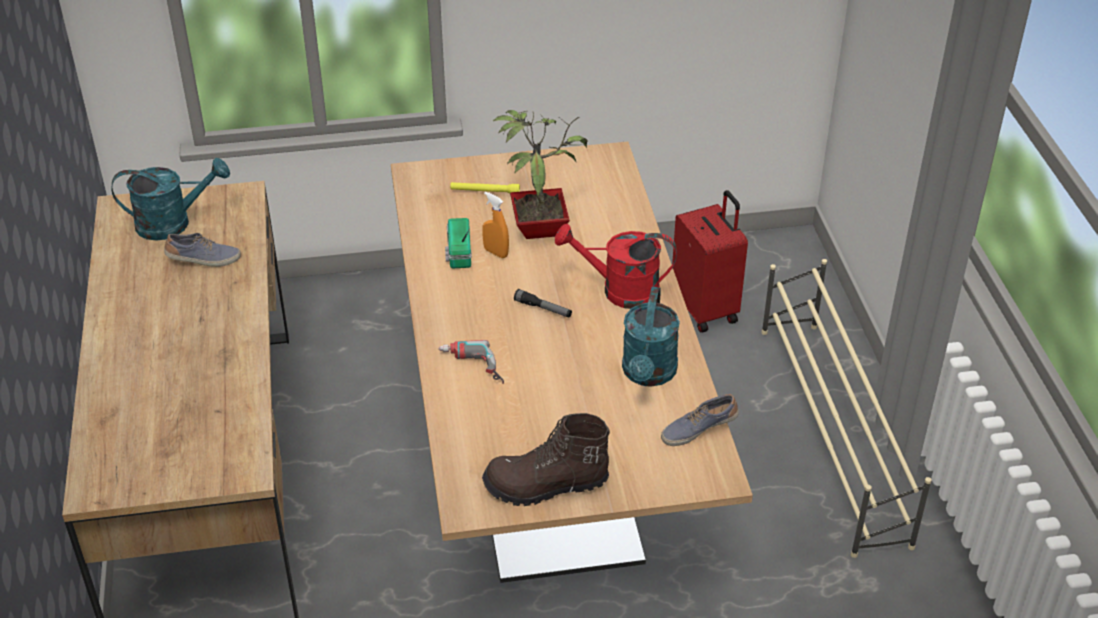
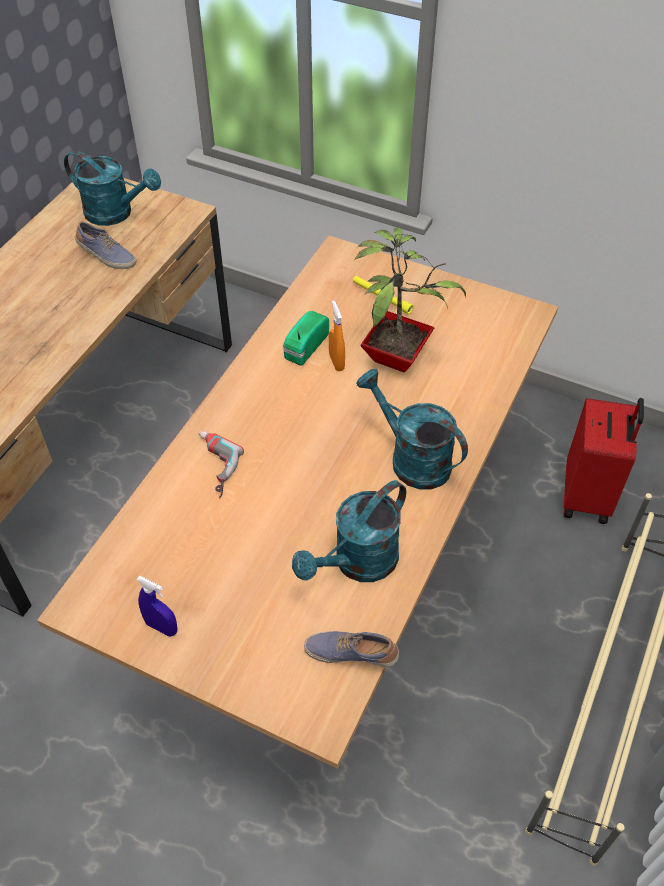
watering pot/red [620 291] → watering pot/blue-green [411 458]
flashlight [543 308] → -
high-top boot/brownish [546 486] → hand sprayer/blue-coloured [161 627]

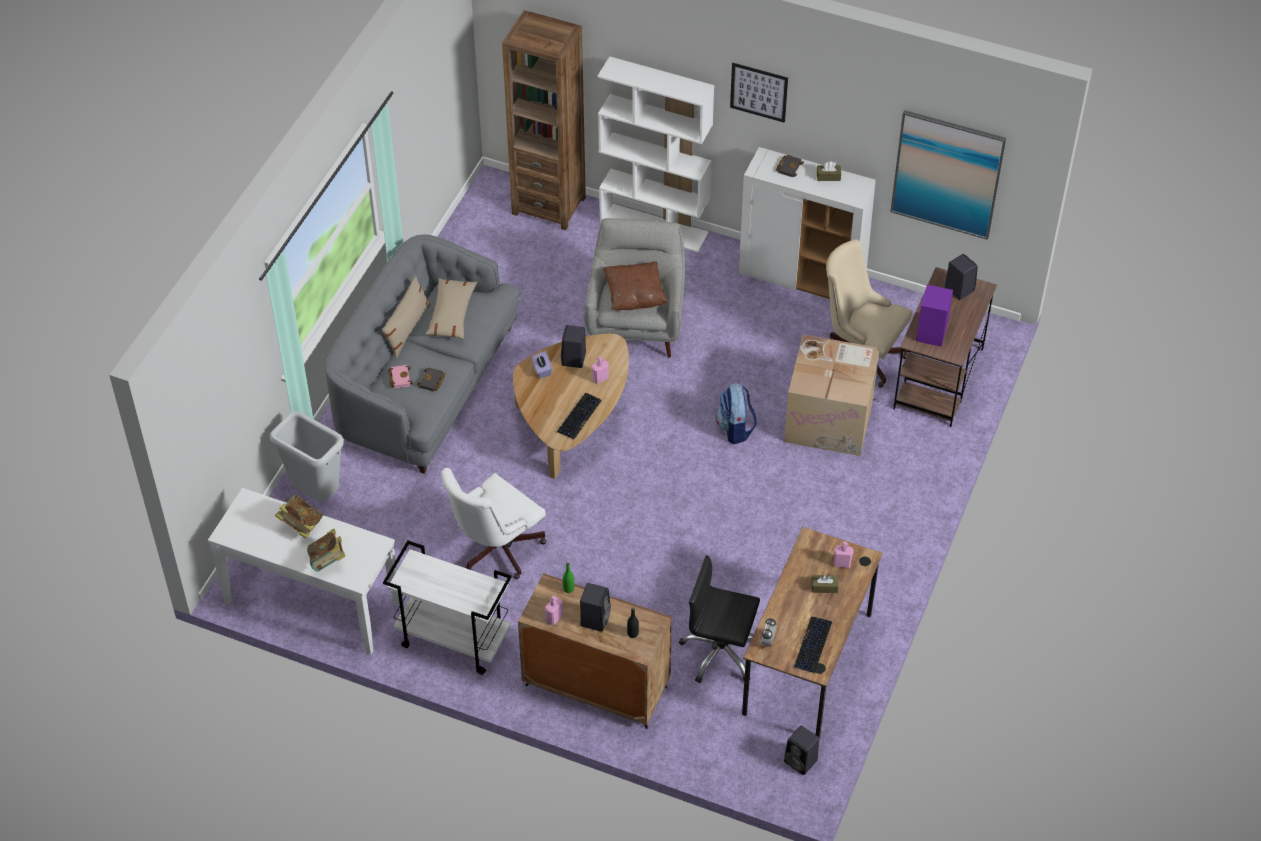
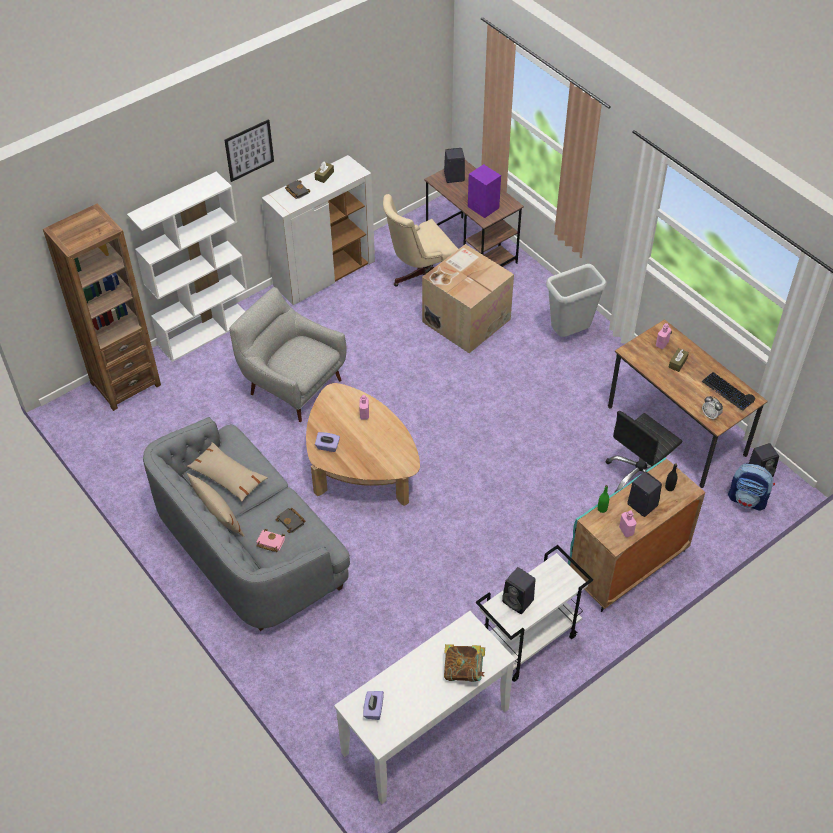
wall picture [947 174] → -
pillow/brownish [635 296] → -
audio speaker/black [574 359] → audio speaker/black [519 601], shifted
backpack [735 429] → backpack [747 500], shifted
computer keyboard [579 416] → -
rubbish bin/gray [315 494] → rubbish bin/gray [569 334], shifted
office chair/whitish [495 549] → -
bound book [301 525] → -
storage cabinet/brownish [595 686] → storage cabinet/blue-green [627 566]
- → box of tissues/purplish [373 709]

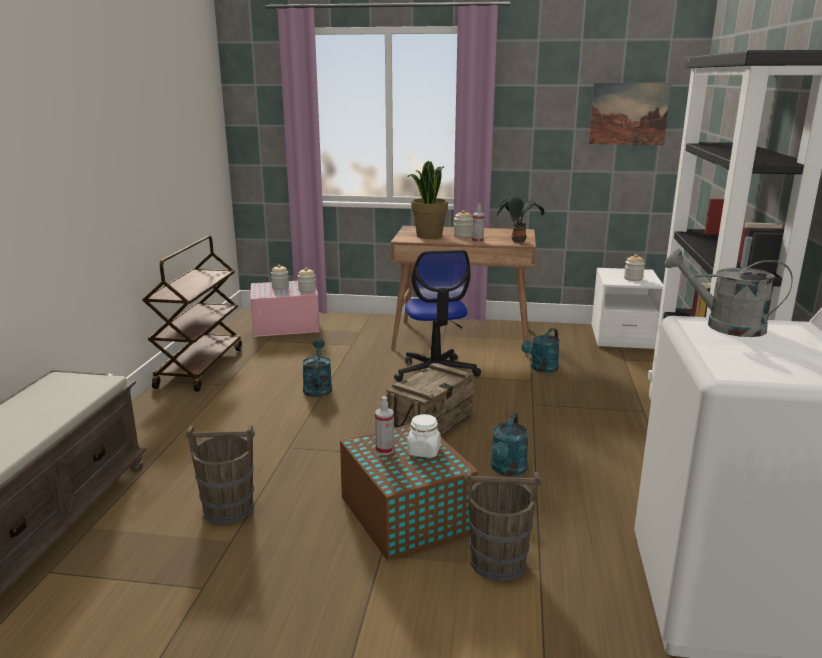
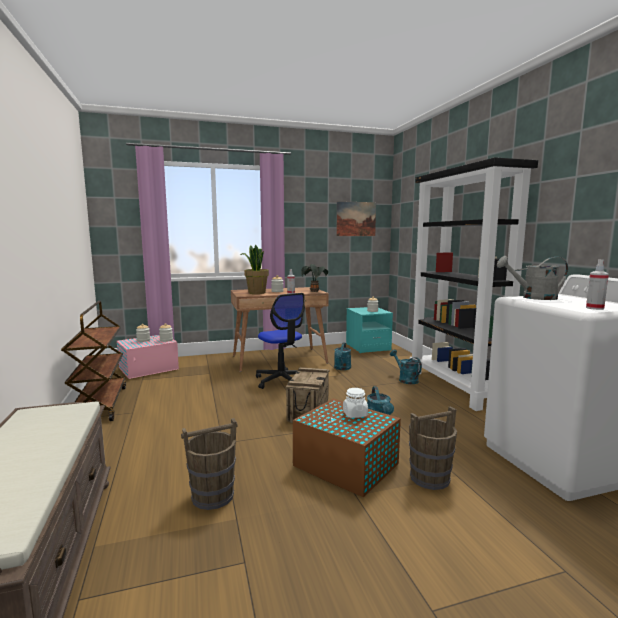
bedside table/whitish [622 337] → bedside table/blue-green [368 347]
watering pot/blue-green [317 387] → watering pot/blue-green [405 379], shifted
hand sprayer [385 450] → hand sprayer [594 308], shifted

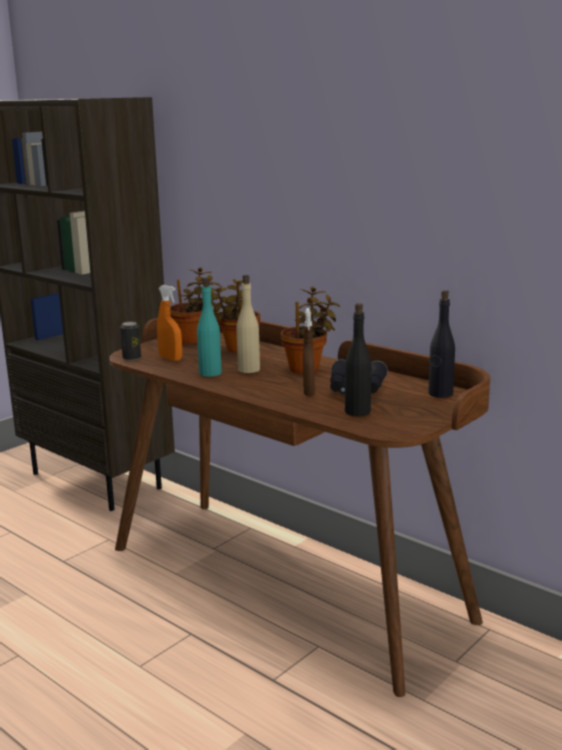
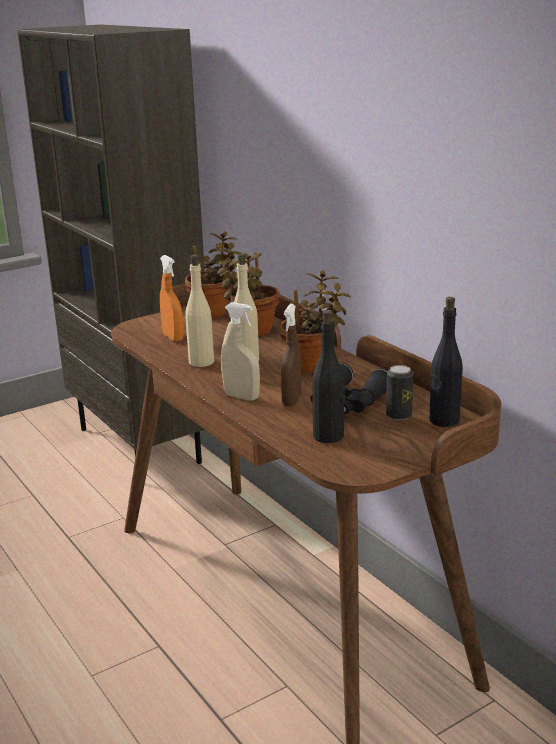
drink bottle/blue-green [210 373] → drink bottle/beige [201 362]
metal can [132 358] → metal can [398 415], shifted
- → hand sprayer/beige [241 397]

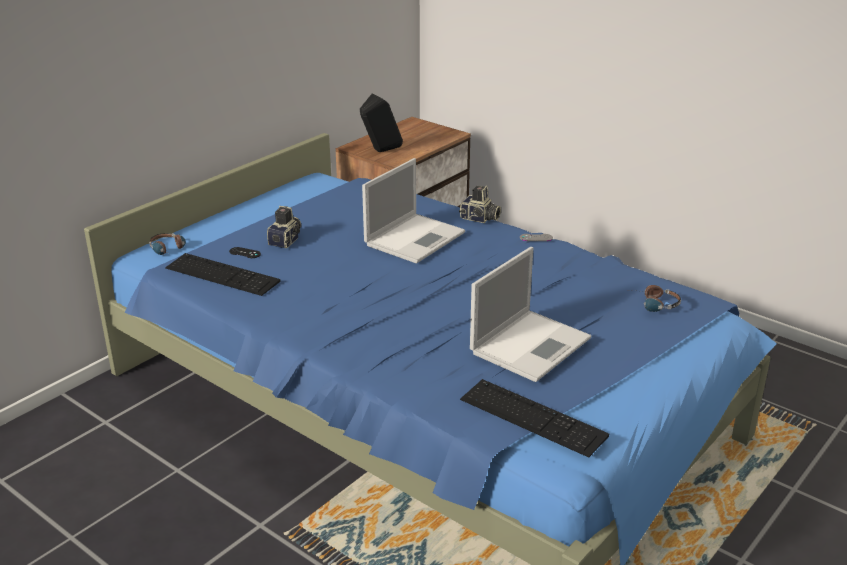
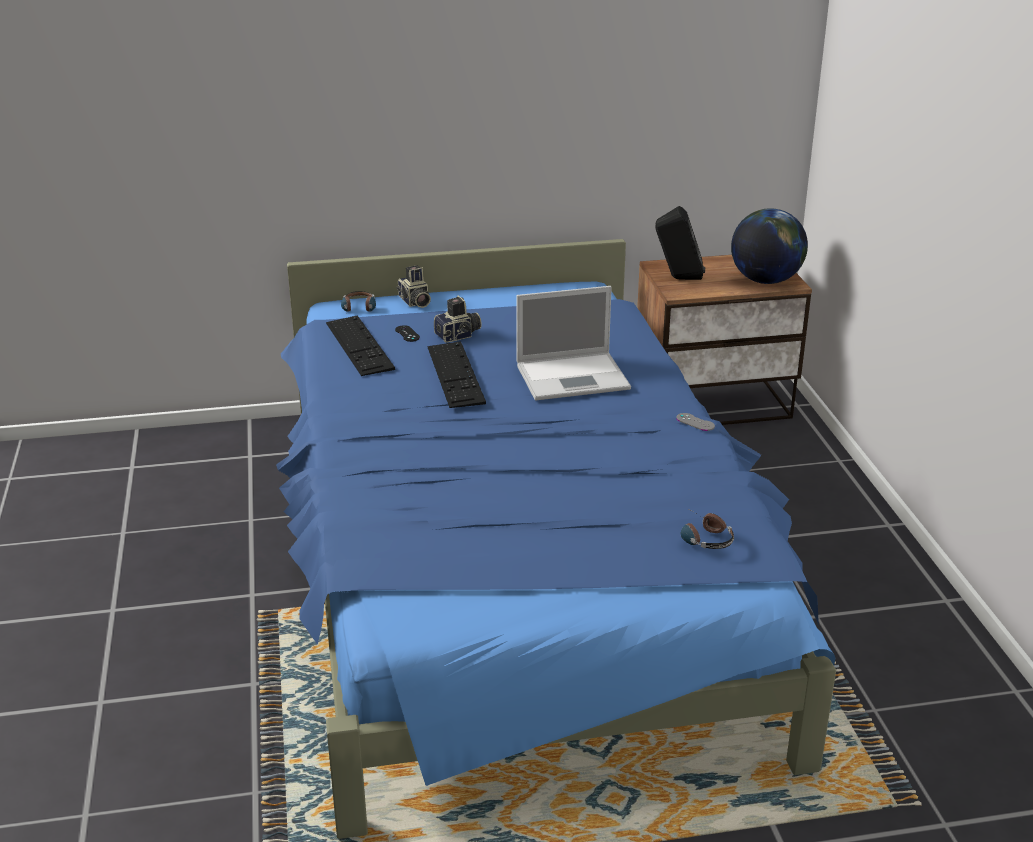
still camera [479 219] → still camera [414 302], shifted
laptop [531 344] → -
computer keyboard [532 417] → computer keyboard [455 374], shifted
- → world globe [765 280]

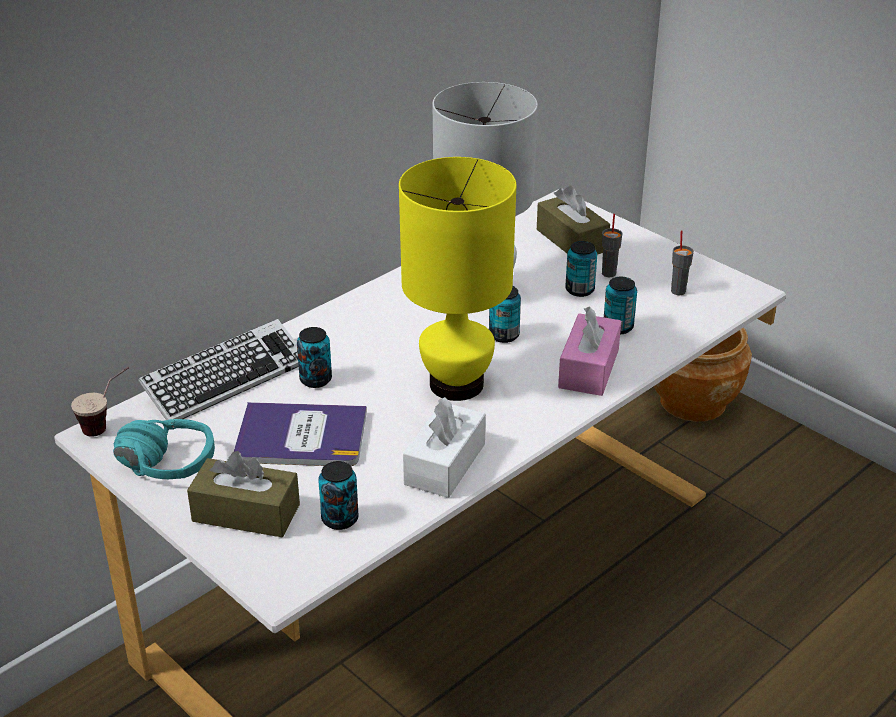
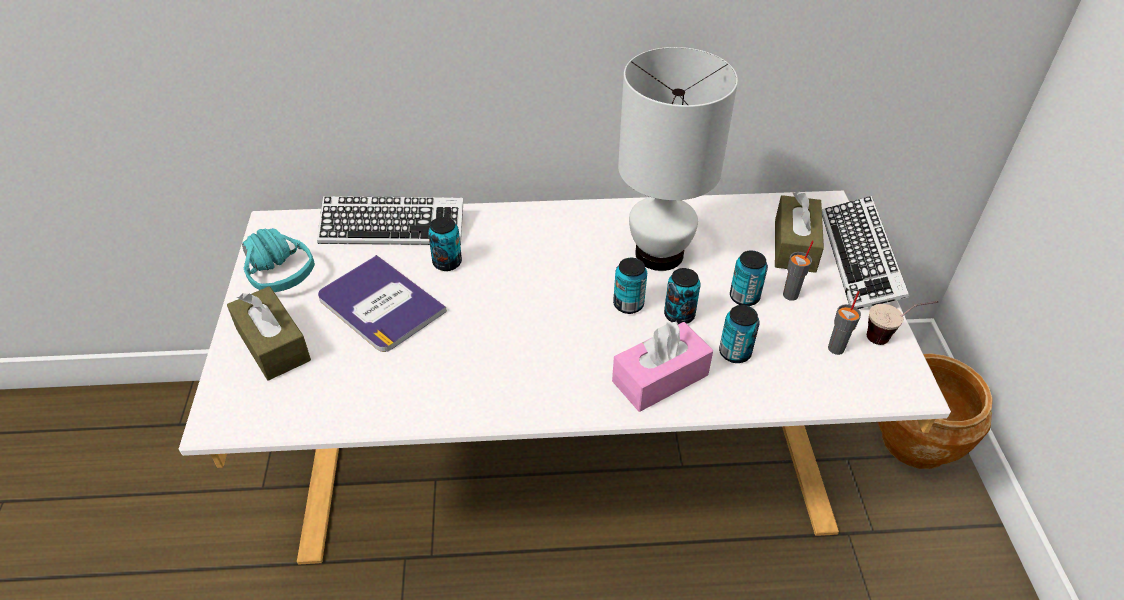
tabletop lamp/yellowish [457 384] → -
small cup [107 424] → small cup [891 338], shifted
box of tissues/whitish [445 464] → -
metal can [340 519] → metal can [679 315], shifted
- → computer keyboard [860 259]

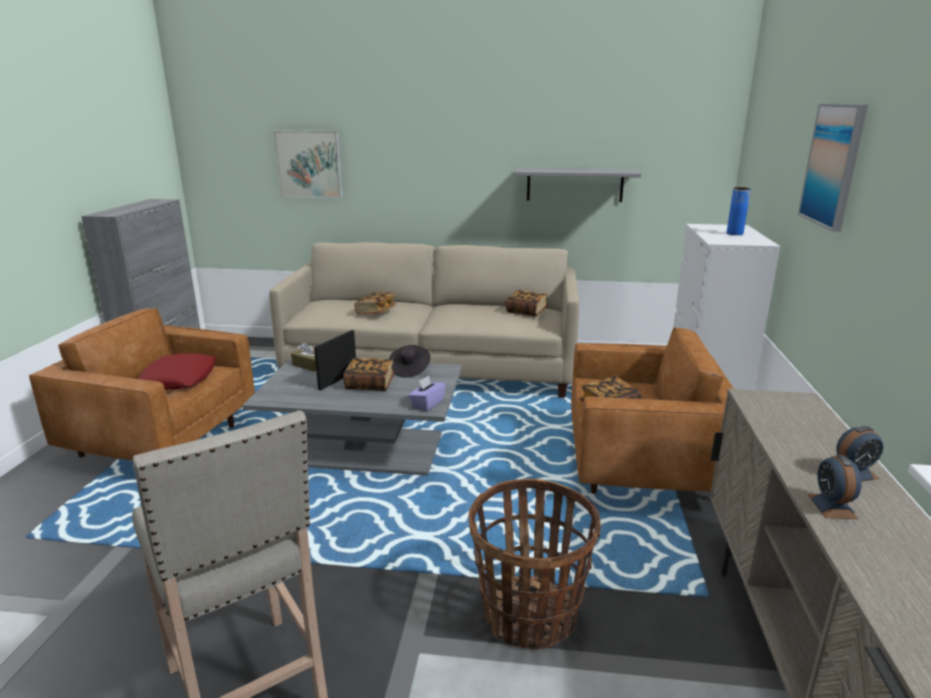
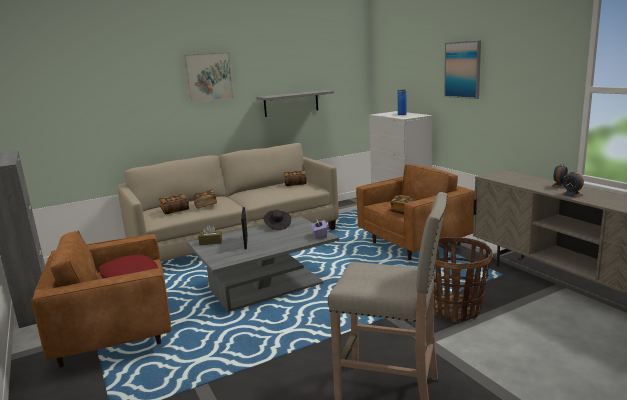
wall picture [308 164] → wall picture [209 77], shifted
bound book [370 384] → bound book [175 210], shifted

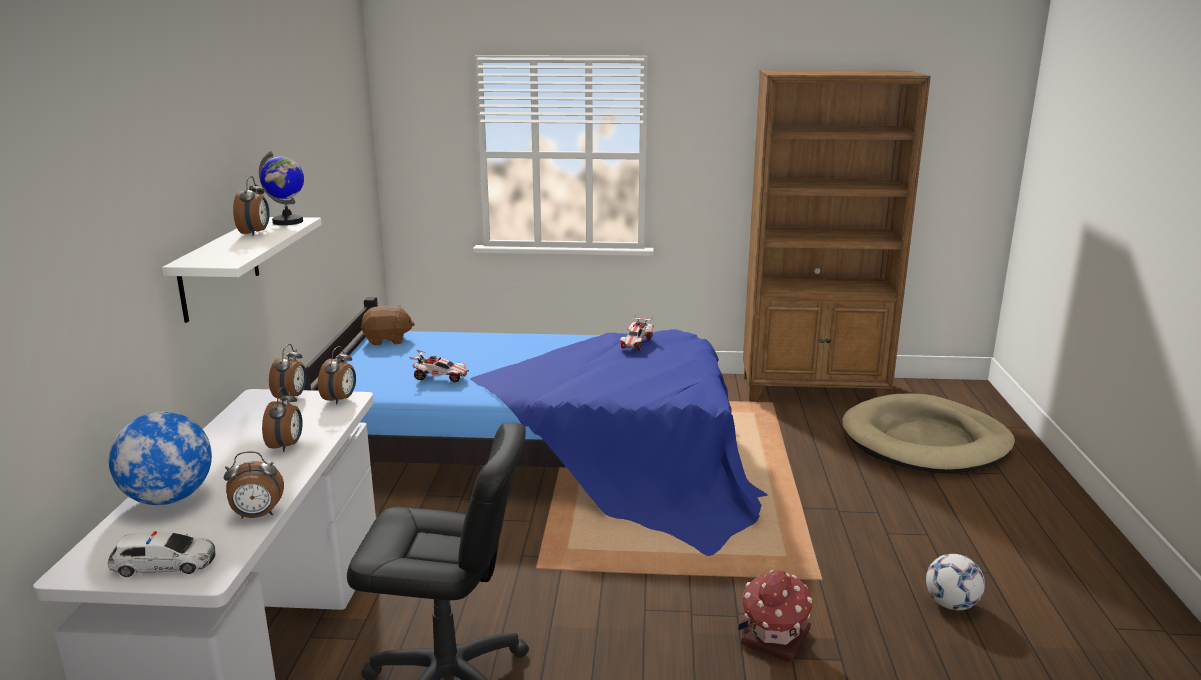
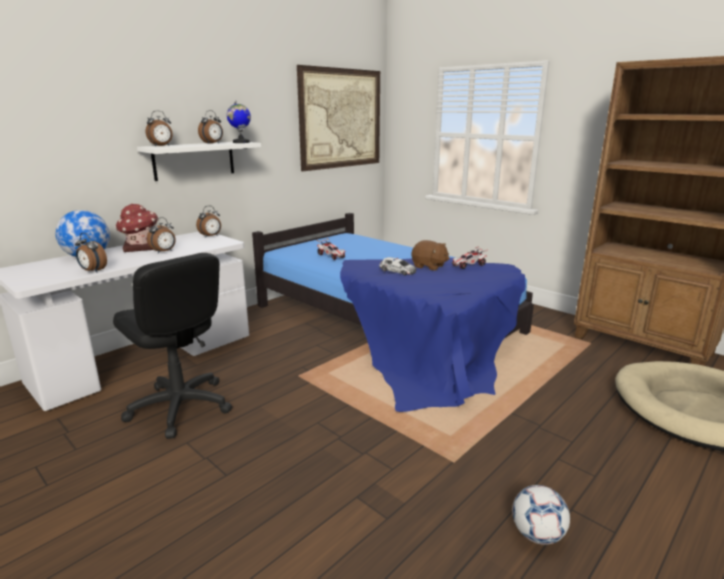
cuddly toy/brownish [387 340] → cuddly toy/brownish [429 266], shifted
table clock [341 399] → table clock [162 146], shifted
toy car [165 564] → toy car [398 271], shifted
model house [774 639] → model house [141 247], shifted
- → wall picture [341 119]

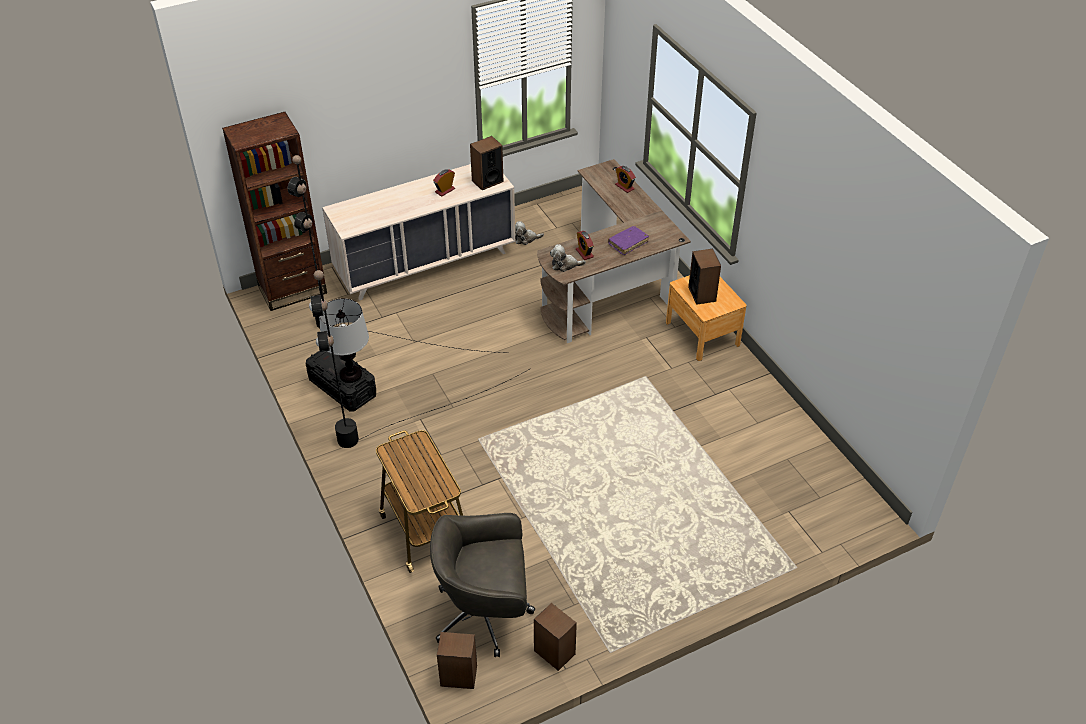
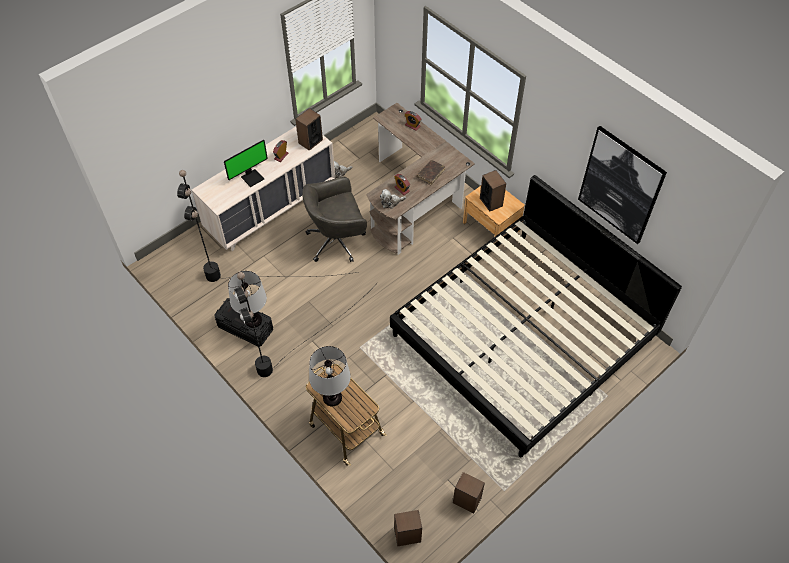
shelving unit/brownish [292 290] → -
bound book/purplish [628 243] → bound book/brownish [430 174]
office chair/gray [485 614] → office chair/gray [337 241], shifted
- → wall picture [620 185]
- → computer screen [252 177]
- → sleeping bed [523 336]
- → tabletop lamp [332 398]

